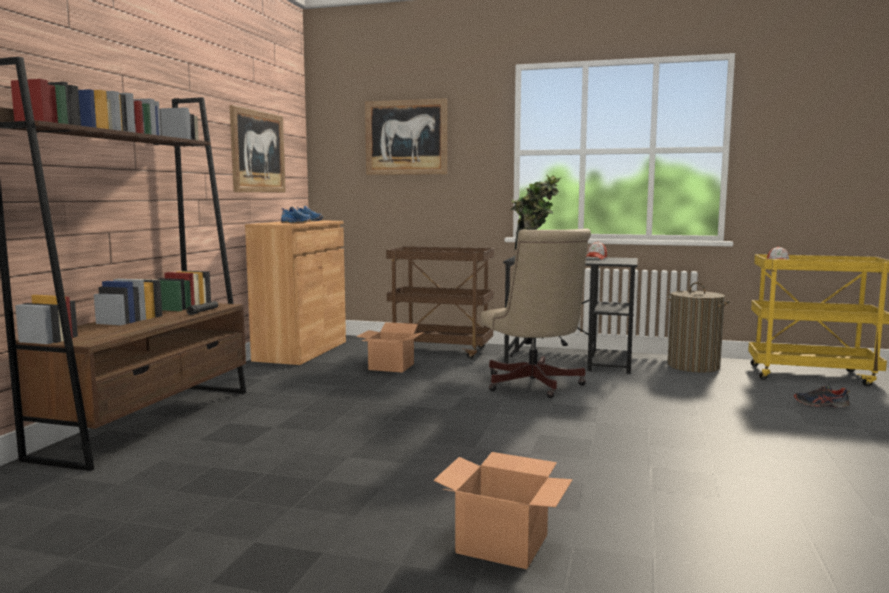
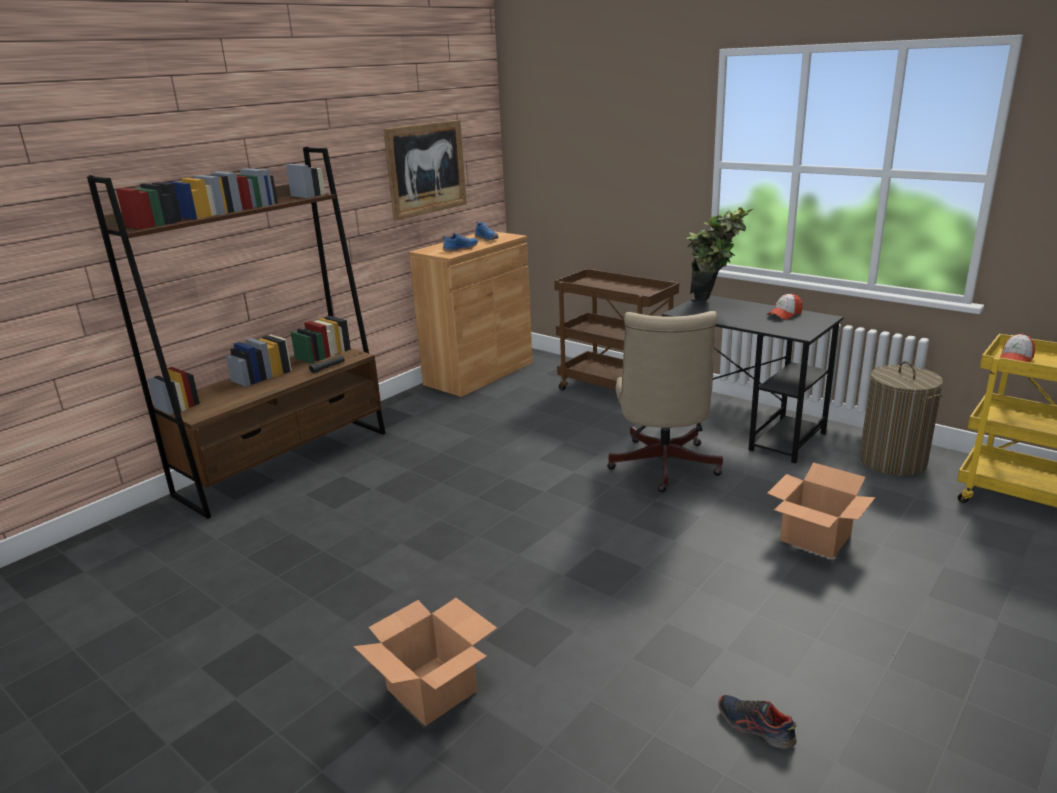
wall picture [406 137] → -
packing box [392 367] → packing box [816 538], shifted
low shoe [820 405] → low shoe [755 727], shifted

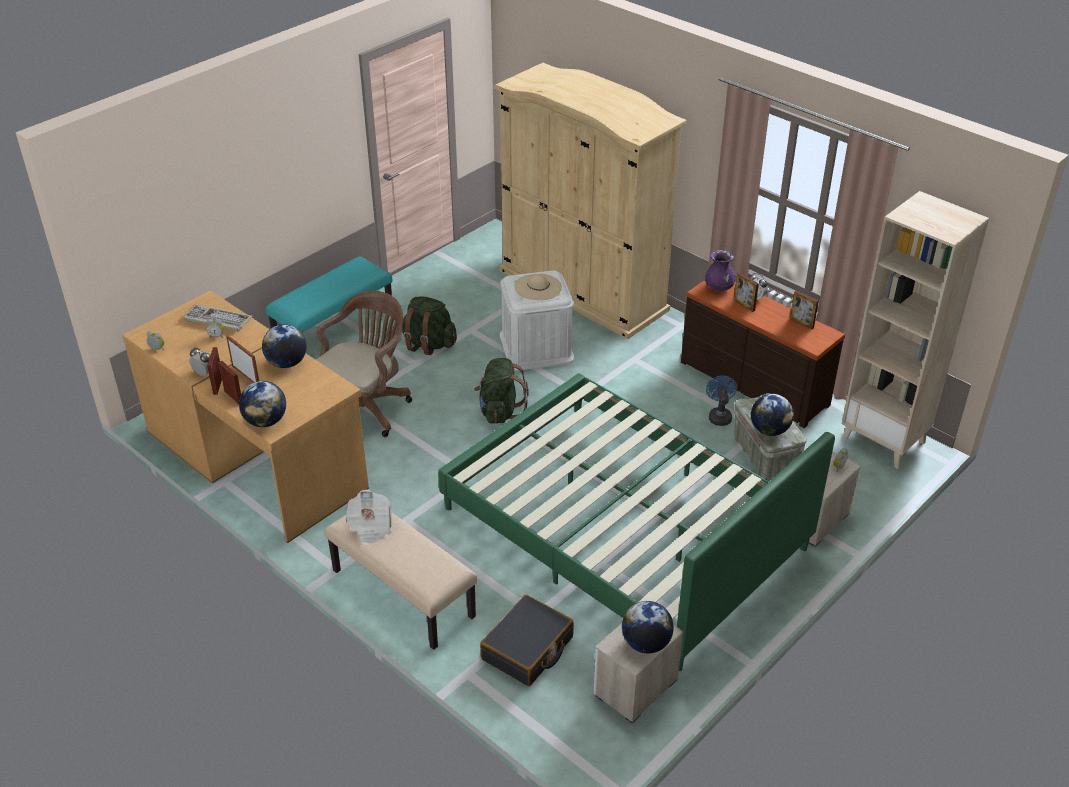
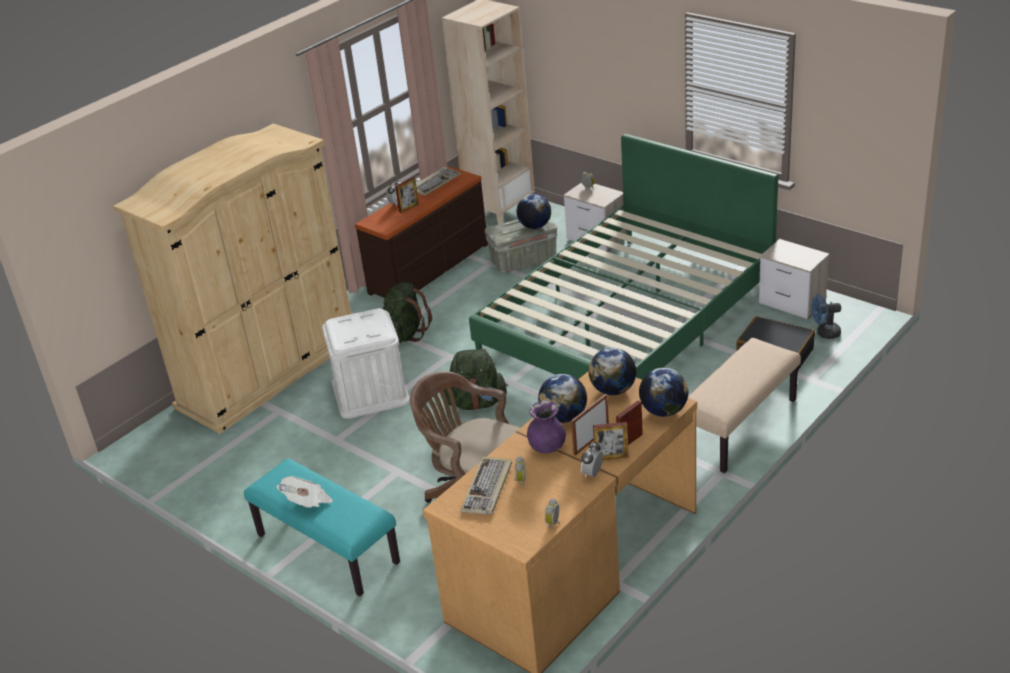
decorative vase/purplish [719 287] → decorative vase/purplish [547 447], shifted
wearable hat/beige [538 287] → -
photo frame [801 323] → computer keyboard [435 183]
backpack/greenish [428 344] → backpack/greenish [405 334], shifted
cooling fan/blue-coloured [719 416] → cooling fan/blue-coloured [824 333], shifted
printed paper [370 527] → printed paper [307 502], shifted
world globe [645 643] → world globe [613 390], shifted

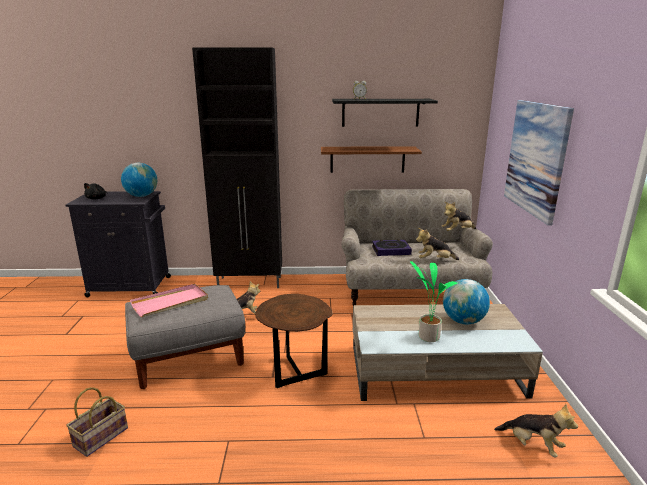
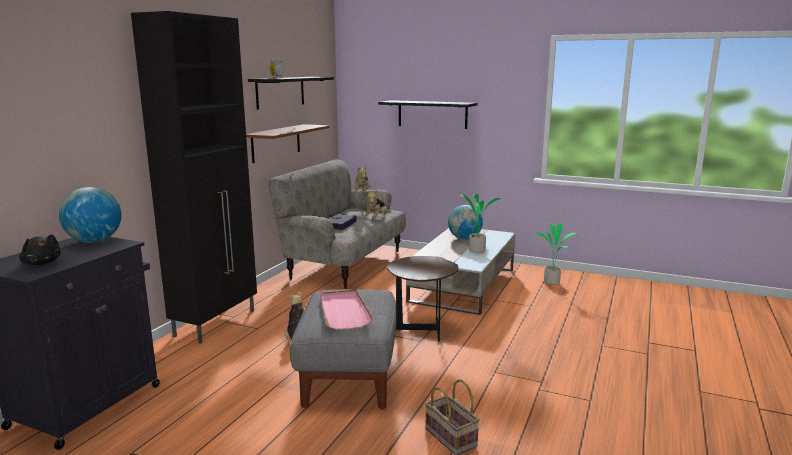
wall picture [536 158] → bracket shelf/black [432 114]
cuddly toy [532 445] → plant in a pot [552 282]

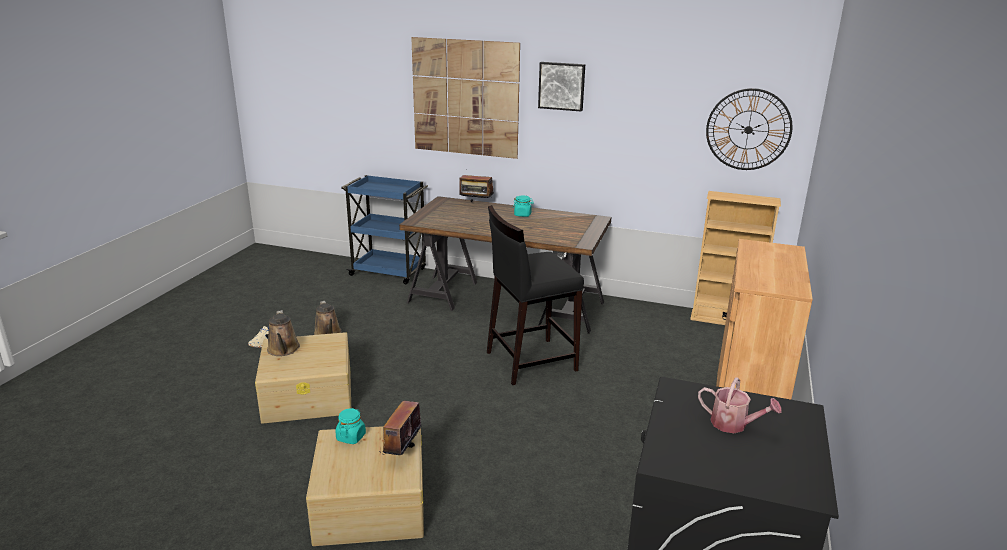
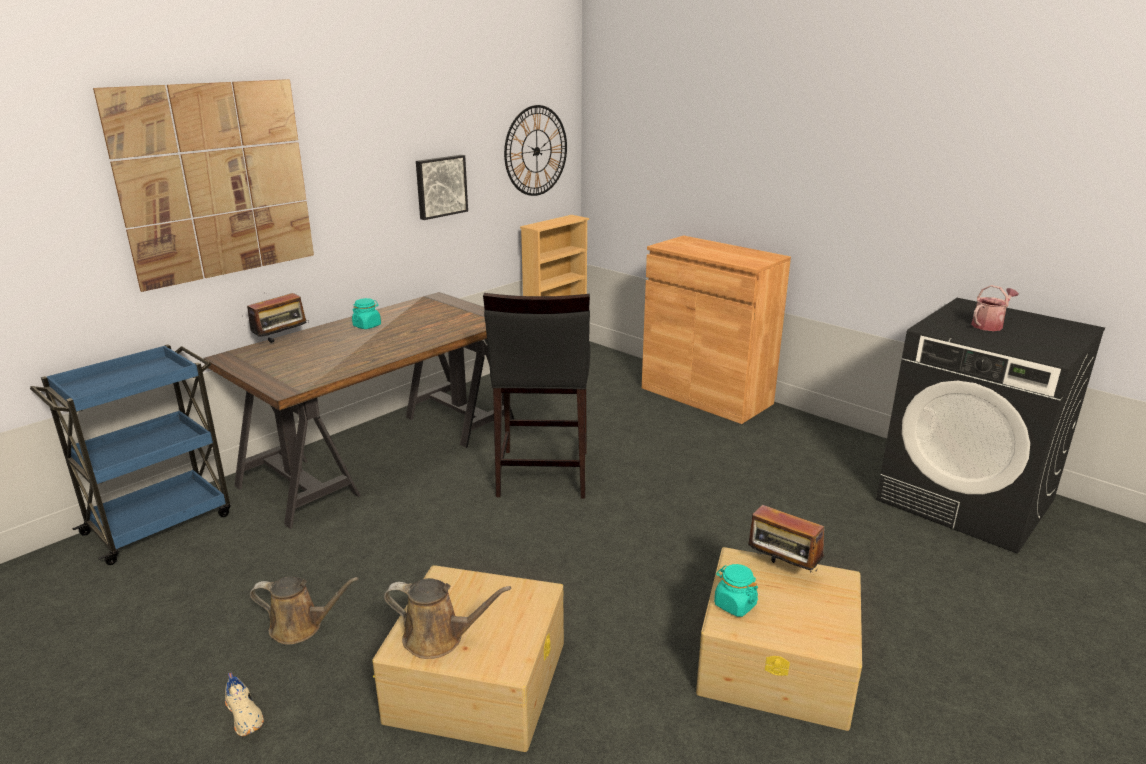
wall picture [562 86] → wall picture [440 186], shifted

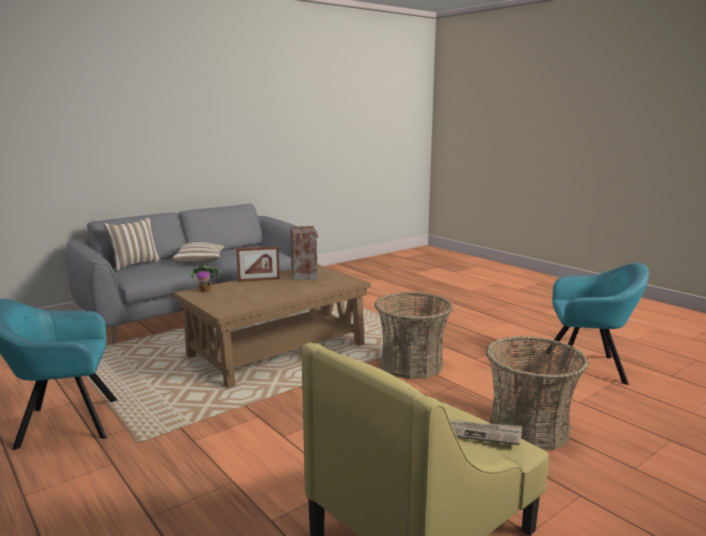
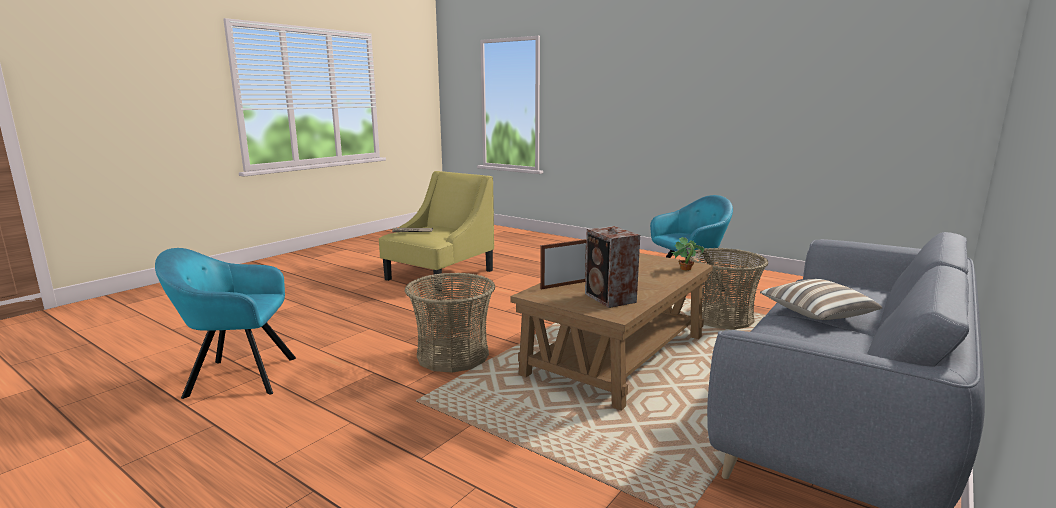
pillow [135 264] → -
photo frame [259 280] → photo frame [564 285], shifted
storage basket [529 429] → storage basket [721 318], shifted

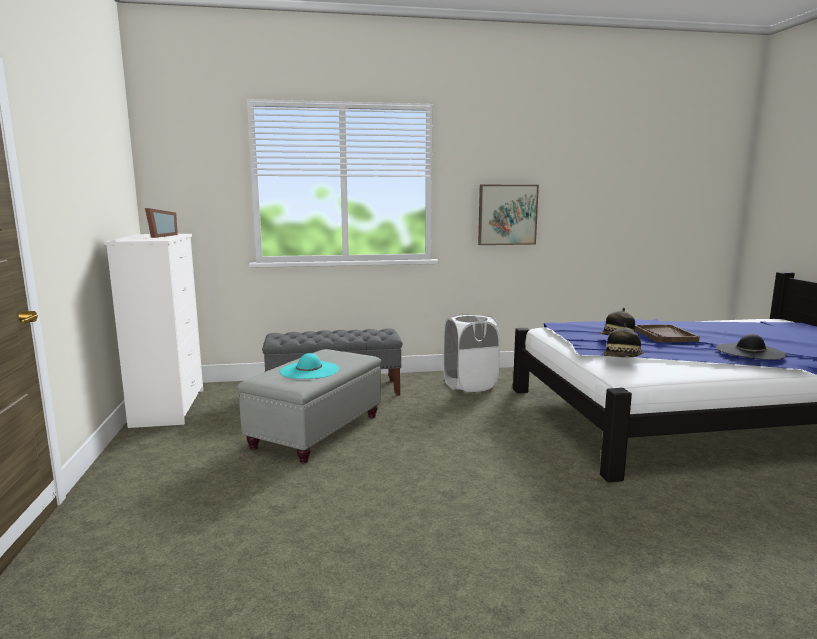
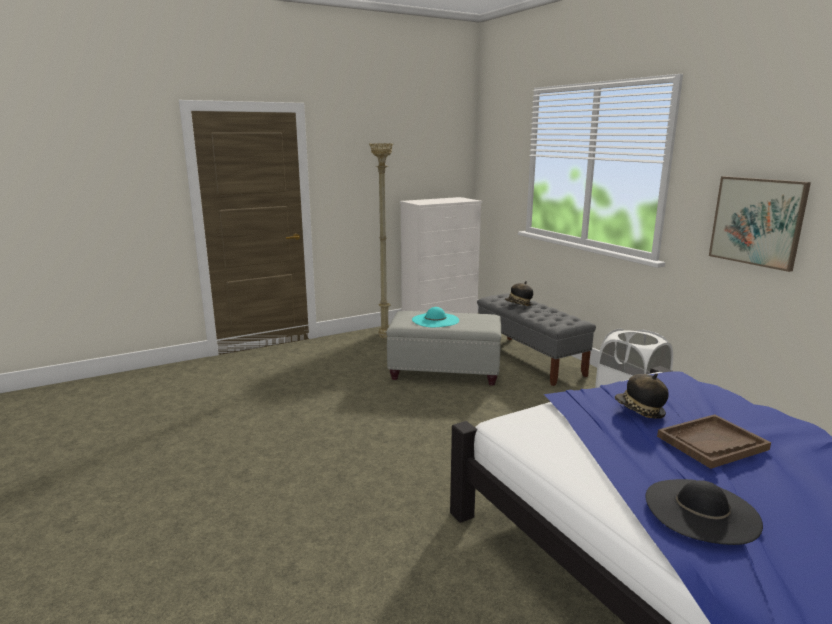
photo frame [159 236] → -
wearable hat [623 359] → wearable hat [518 304], shifted
- → standard lamp/beige [385 339]

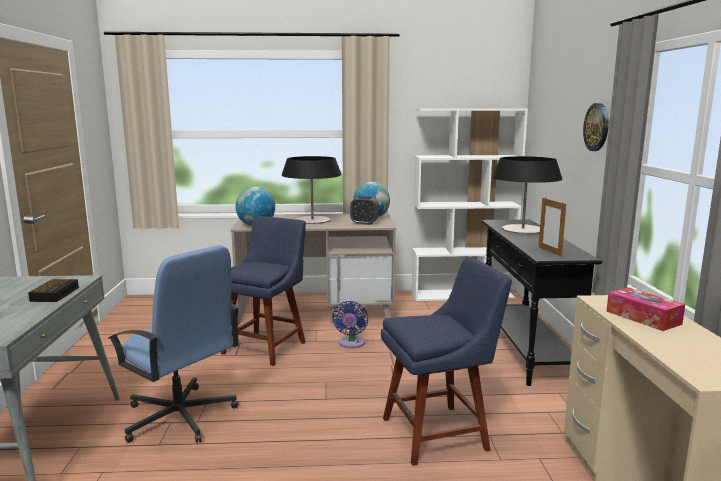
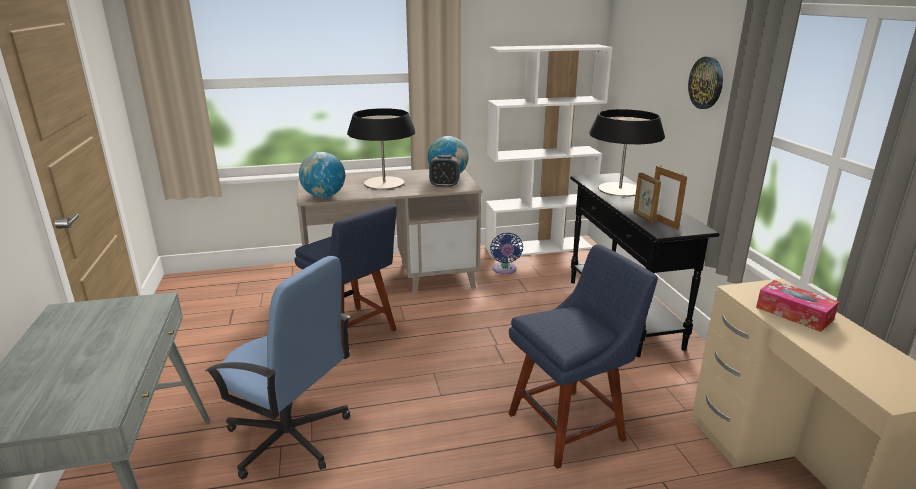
upright chair/blue-coloured [266 346] → upright chair/blue-coloured [353 332], 120 degrees clockwise
table clock [55 294] → -
cooling fan/blue-coloured [351 344] → cooling fan/blue-coloured [504 270], shifted
- → photo frame [643 217]

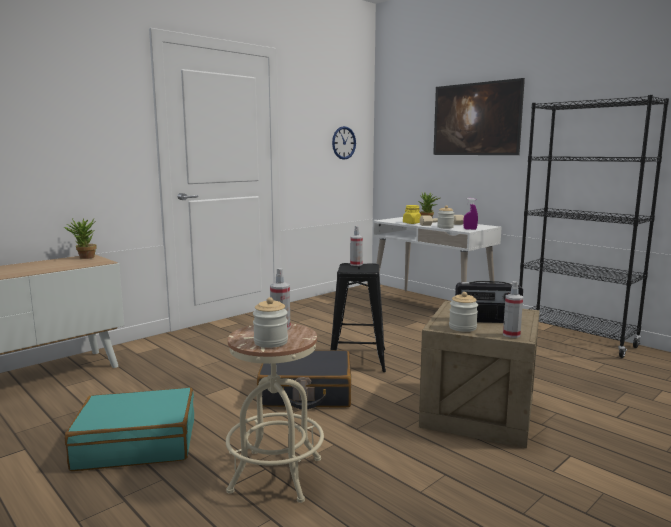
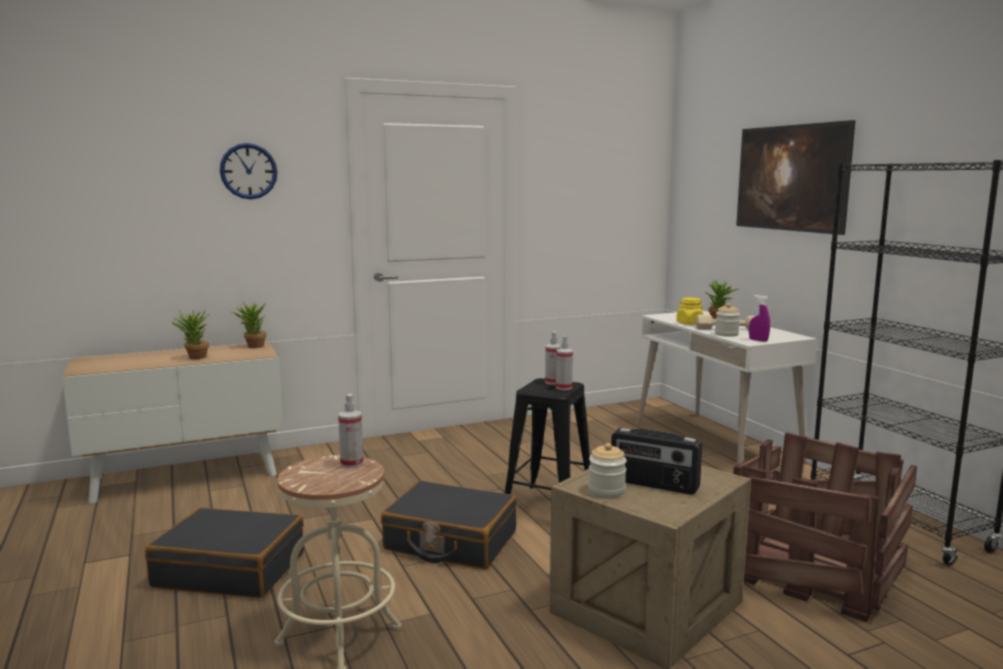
wall clock [343 143] → wall clock [248 171], shifted
hand sprayer [511 334] → hand sprayer [564 387], shifted
jar [271 342] → -
suitcase/blue-green [137 443] → suitcase/black [230 570]
- → plant in a pot [194 358]
- → crate [818 572]

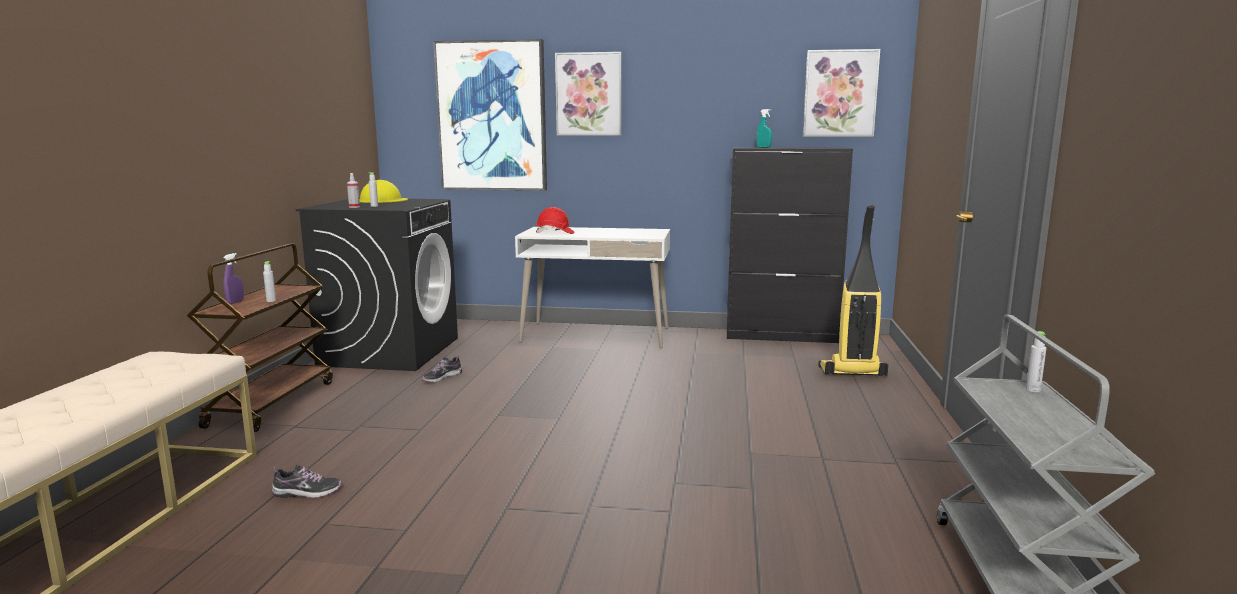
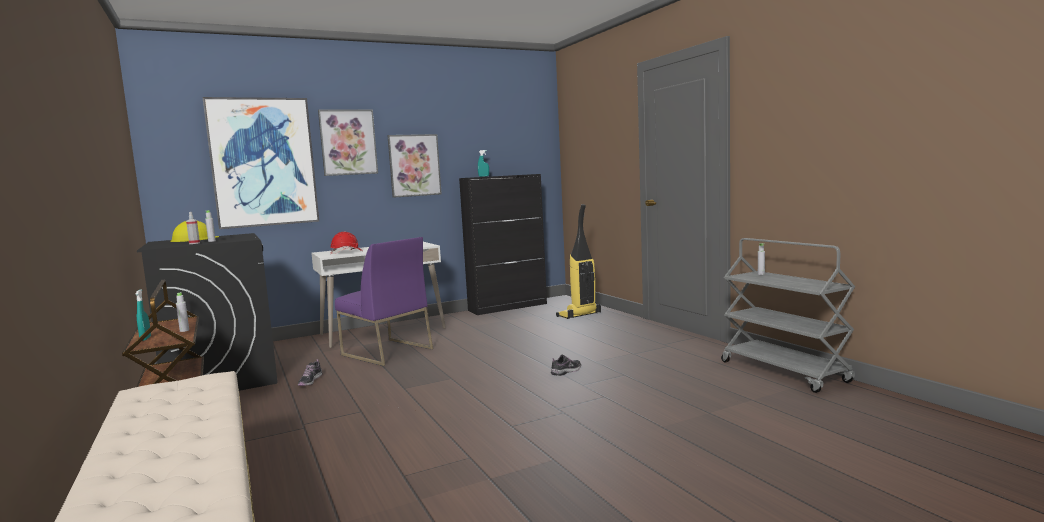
wall picture [840 94] → wall picture [414 165], shifted
hand sprayer/purplish [235 302] → hand sprayer/blue-green [145 338]
low shoe [307 492] → low shoe [566 371], shifted
- → upright chair/purplish [386 352]

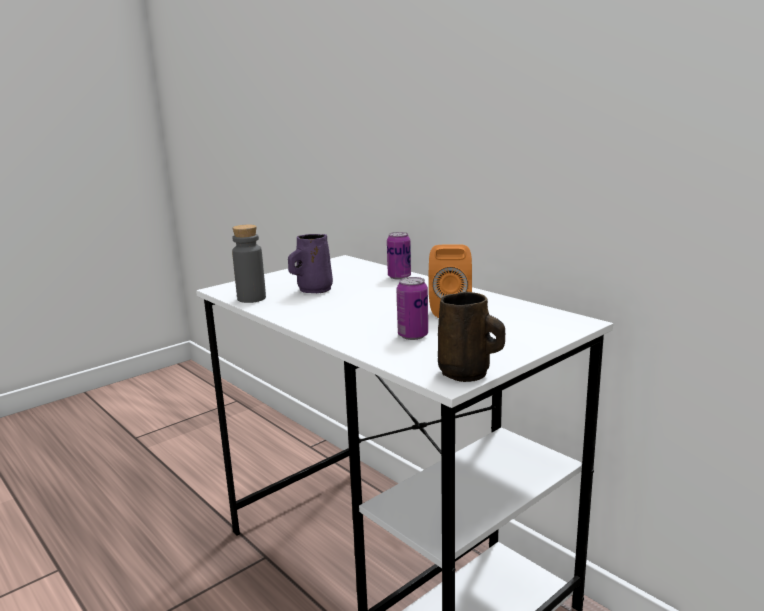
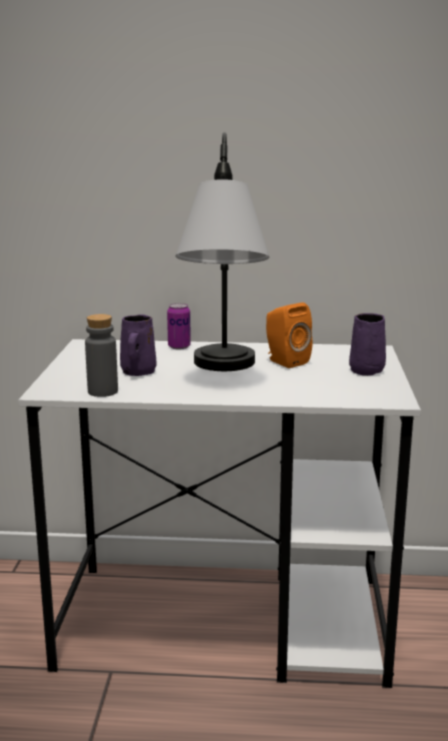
metal can [413 335] → -
coffee mug/brownish [467 374] → -
- → tabletop lamp [222 375]
- → coffee mug/purplish [367 370]

